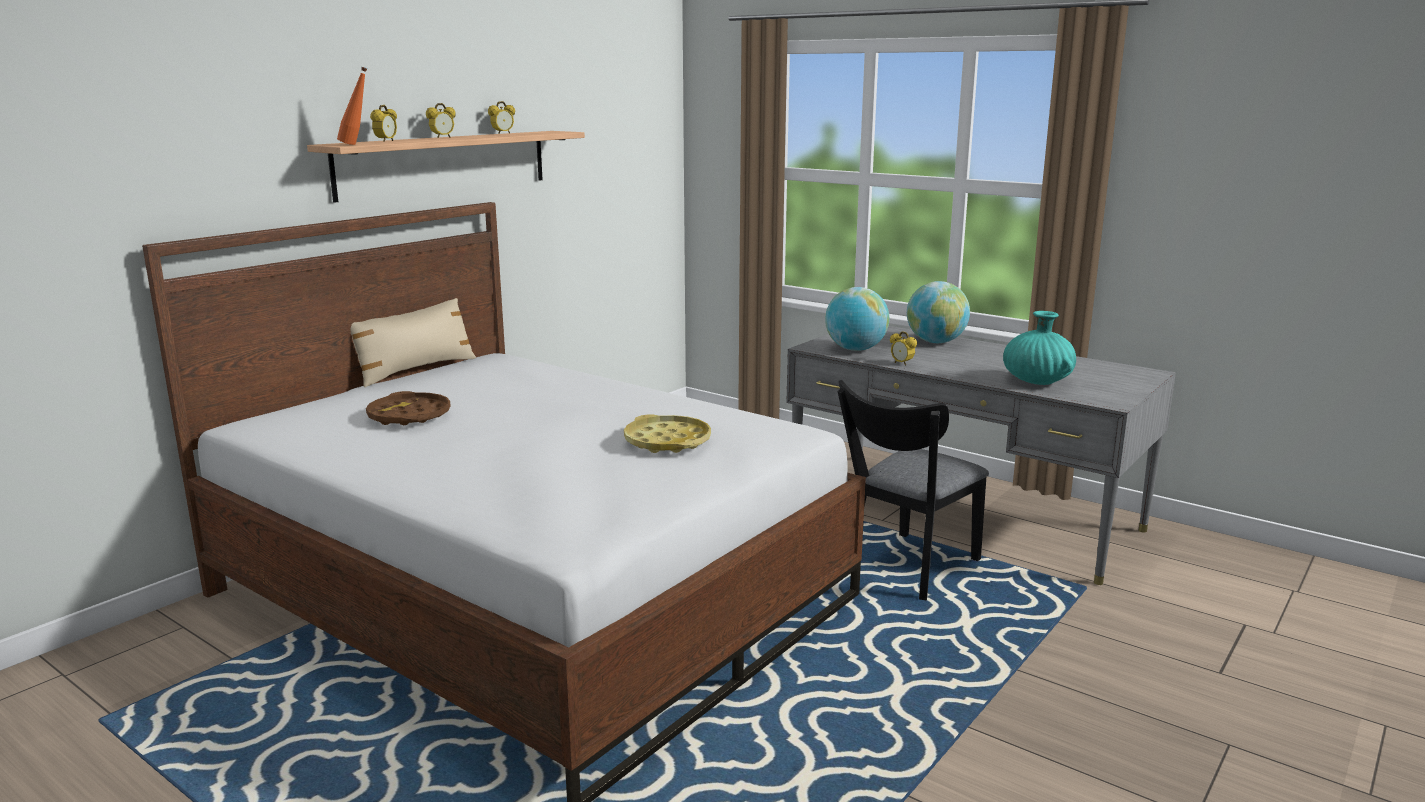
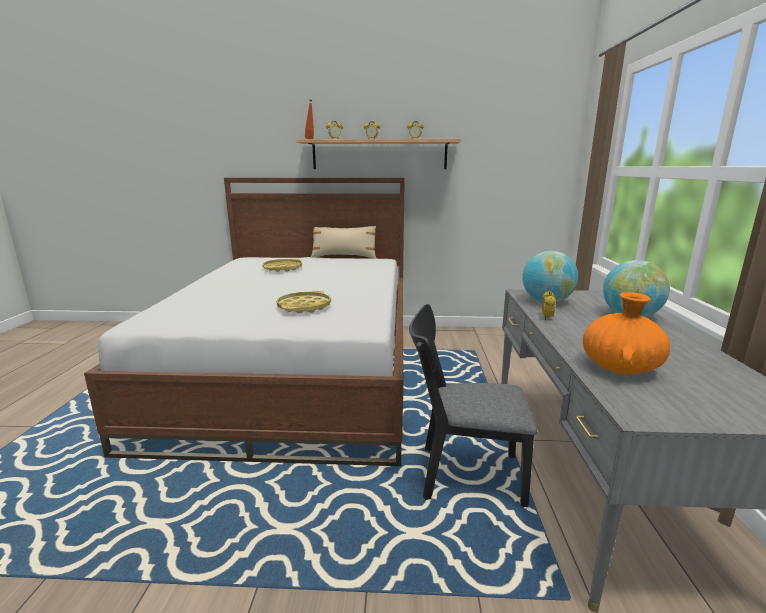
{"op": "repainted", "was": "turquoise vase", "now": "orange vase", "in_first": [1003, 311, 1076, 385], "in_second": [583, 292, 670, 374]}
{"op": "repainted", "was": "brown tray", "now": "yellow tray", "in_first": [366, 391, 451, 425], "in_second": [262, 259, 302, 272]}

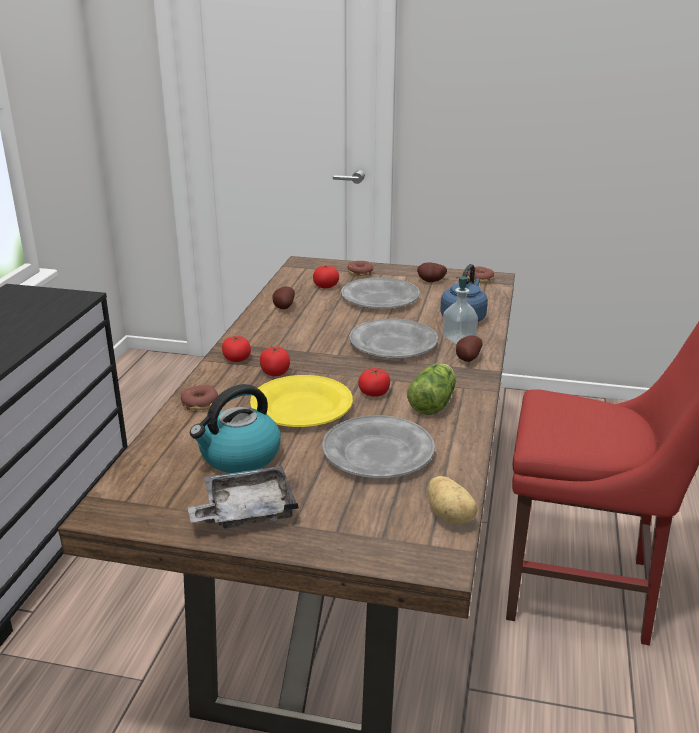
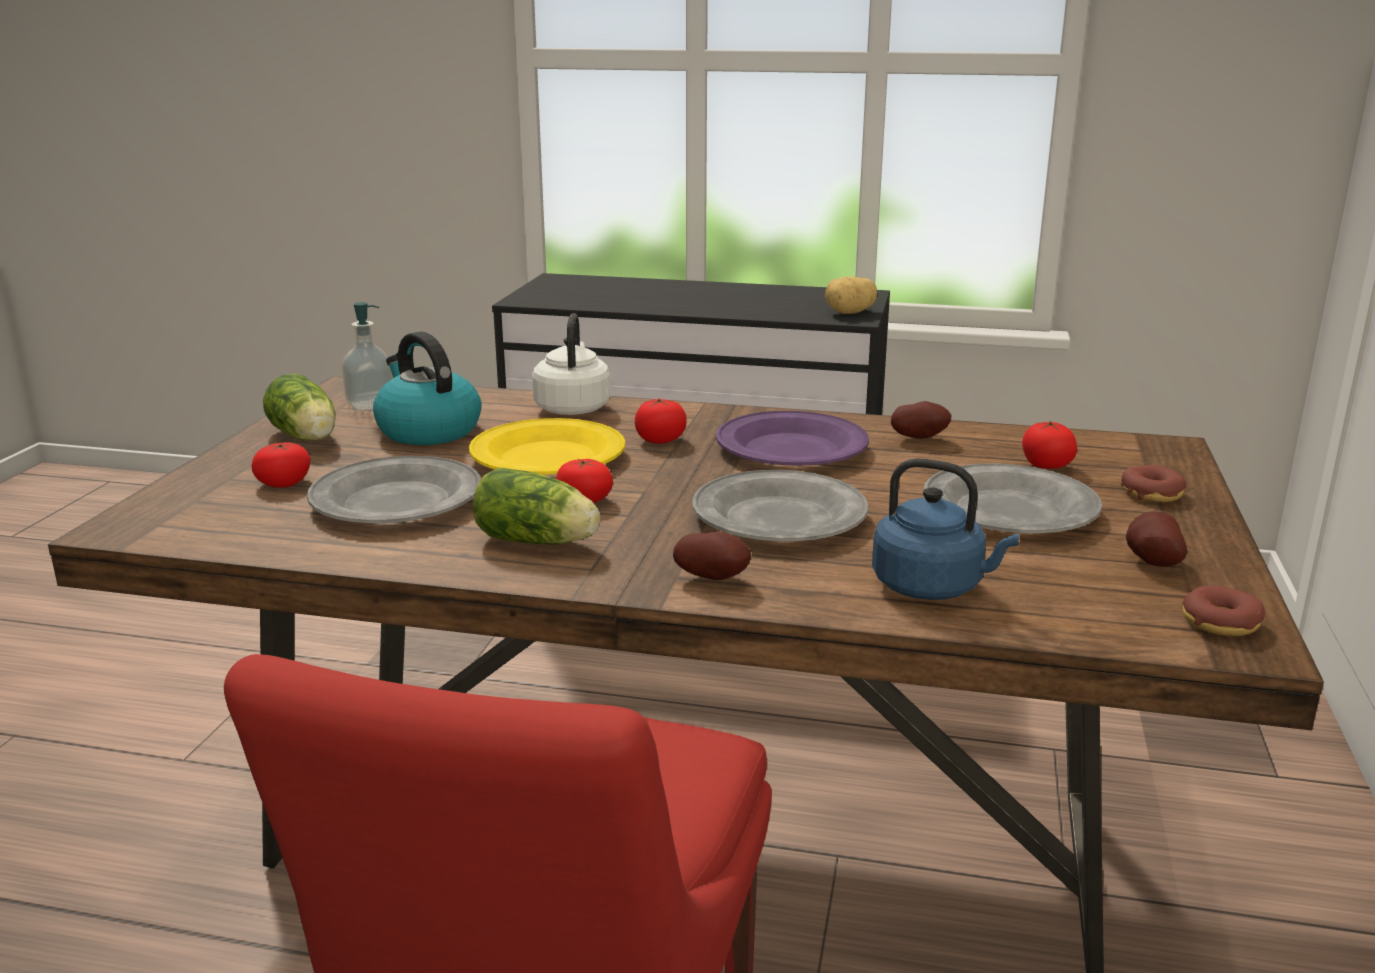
{"op": "shifted", "was": "soap dispenser", "in_first": [443, 276, 478, 345], "in_second": [342, 302, 393, 411]}
{"op": "shifted", "was": "tomato", "in_first": [222, 336, 251, 362], "in_second": [252, 442, 310, 488]}
{"op": "swapped", "was": "donut", "now": "white kettle", "in_first": [181, 385, 219, 410], "in_second": [532, 313, 610, 415]}
{"op": "swapped", "was": "grey tray", "now": "lettuce", "in_first": [188, 466, 299, 529], "in_second": [263, 374, 336, 441]}
{"op": "shifted", "was": "potato", "in_first": [428, 476, 478, 524], "in_second": [825, 276, 877, 314]}
{"op": "new", "now": "purple plate", "in_second": [716, 411, 869, 466]}

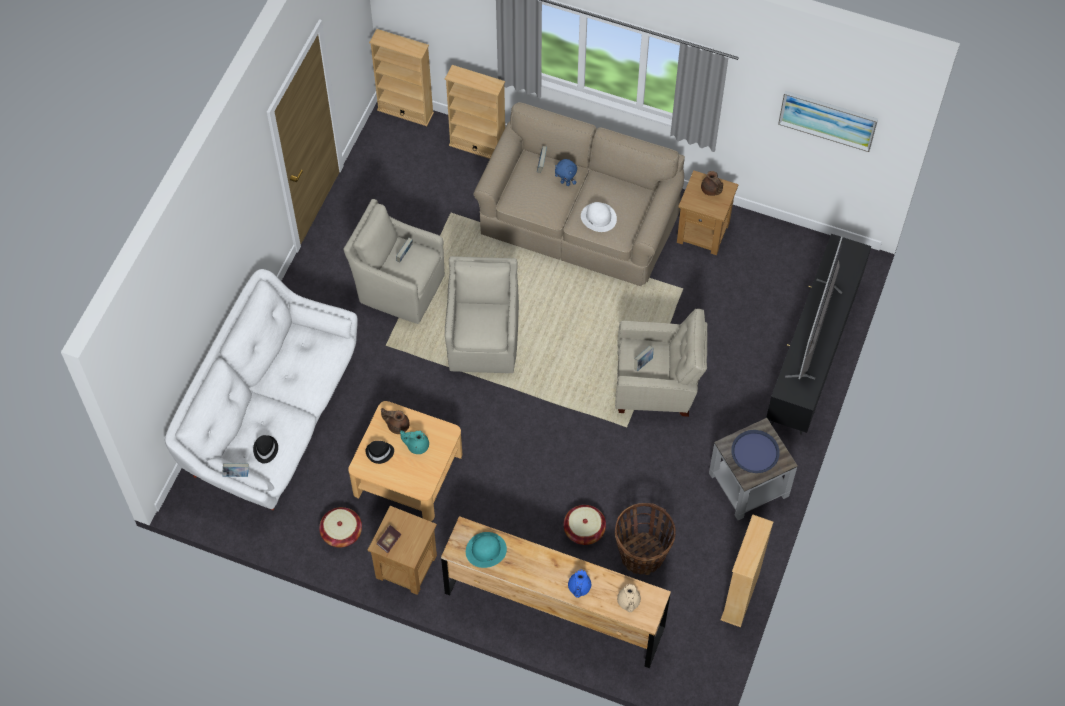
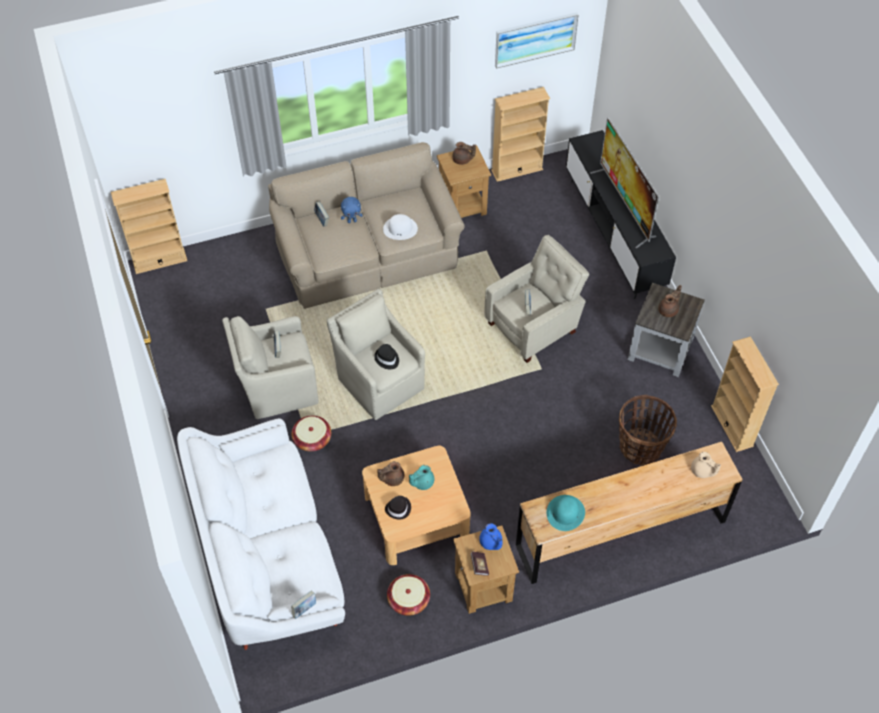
{"op": "shifted", "was": "beige bookcase", "in_first": [445, 65, 505, 159], "in_second": [491, 87, 550, 182]}
{"op": "swapped", "was": "blue tray", "now": "brown teapot", "in_first": [731, 430, 780, 473], "in_second": [658, 285, 682, 317]}
{"op": "shifted", "was": "black hat", "in_first": [253, 435, 278, 464], "in_second": [374, 344, 399, 369]}
{"op": "shifted", "was": "basket", "in_first": [564, 505, 606, 545], "in_second": [291, 416, 331, 452]}
{"op": "shifted", "was": "blue teapot", "in_first": [568, 570, 591, 598], "in_second": [479, 523, 502, 550]}

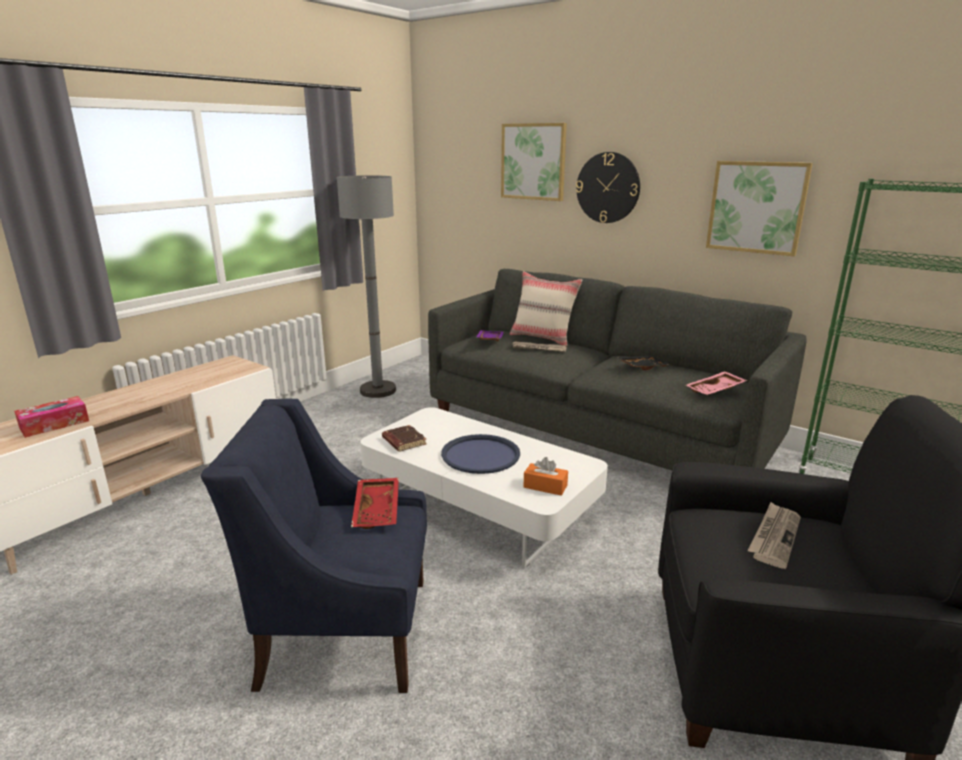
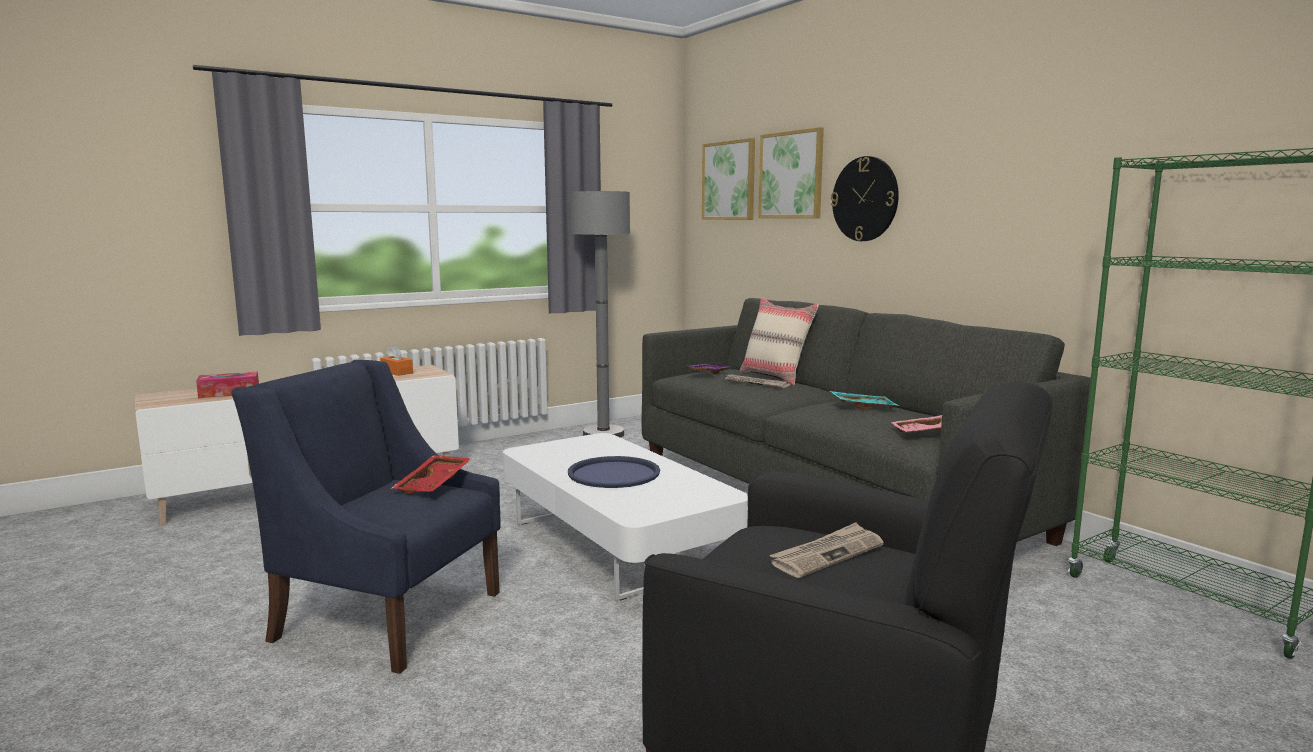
{"op": "shifted", "was": "picture", "in_first": [706, 161, 813, 256], "in_second": [702, 138, 755, 220]}
{"op": "repainted", "was": "black tray", "now": "turquoise tray", "in_first": [618, 356, 671, 370], "in_second": [830, 391, 899, 409]}
{"op": "gone", "was": "brown book", "in_first": [382, 425, 426, 452]}
{"op": "shifted", "was": "orange tissue box", "in_first": [523, 457, 568, 496], "in_second": [380, 345, 413, 376]}

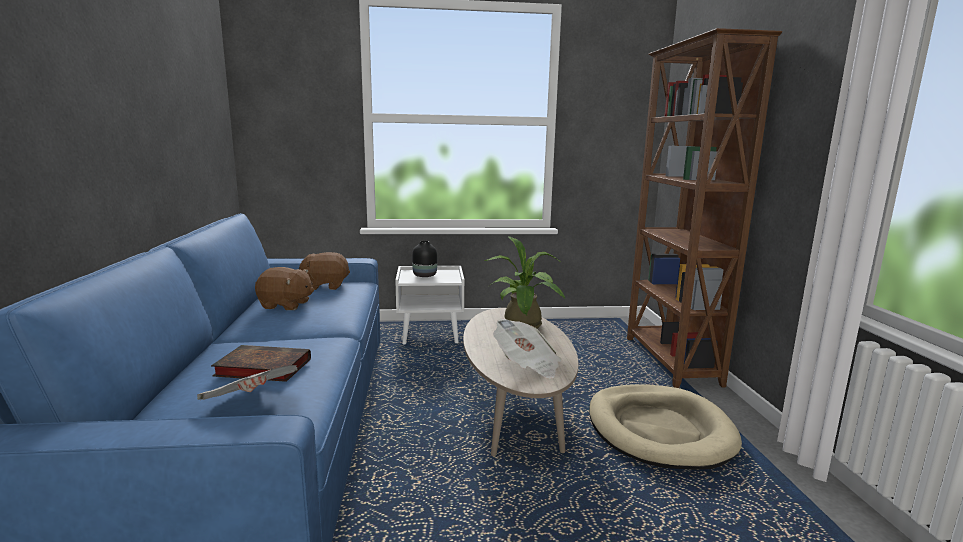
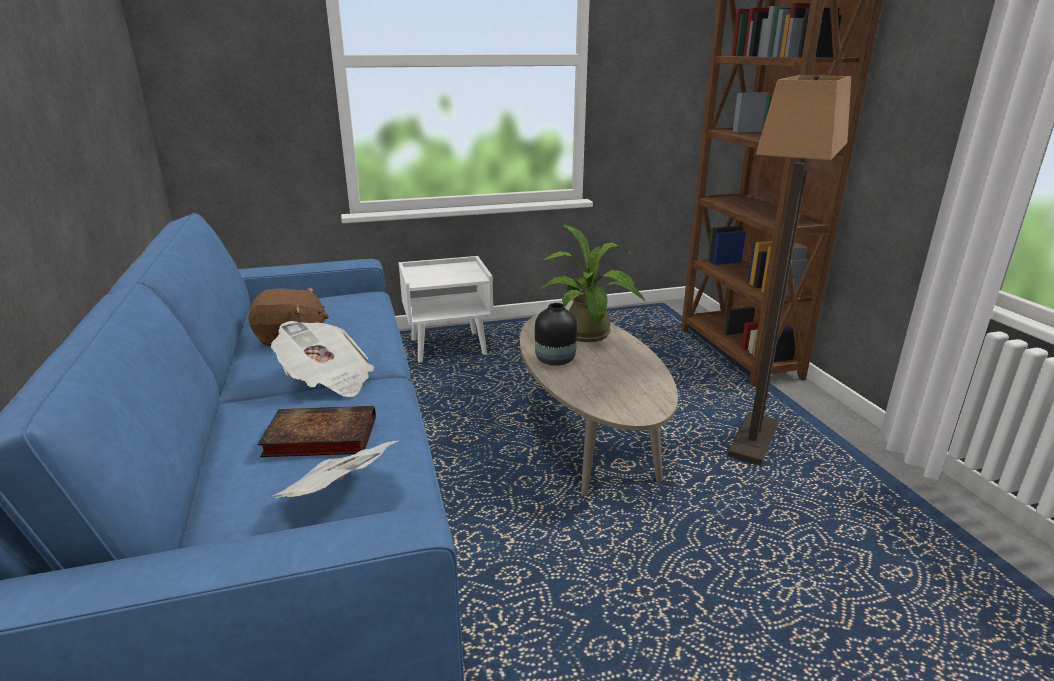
{"op": "shifted", "was": "black vase", "in_first": [412, 241, 437, 277], "in_second": [535, 303, 577, 366]}
{"op": "gone", "was": "brown plush toy", "in_first": [299, 252, 350, 290]}
{"op": "shifted", "was": "newspaper", "in_first": [493, 319, 561, 379], "in_second": [271, 321, 375, 397]}
{"op": "swapped", "was": "beige dog bed", "now": "floor lamp", "in_first": [589, 384, 742, 470], "in_second": [728, 75, 851, 466]}

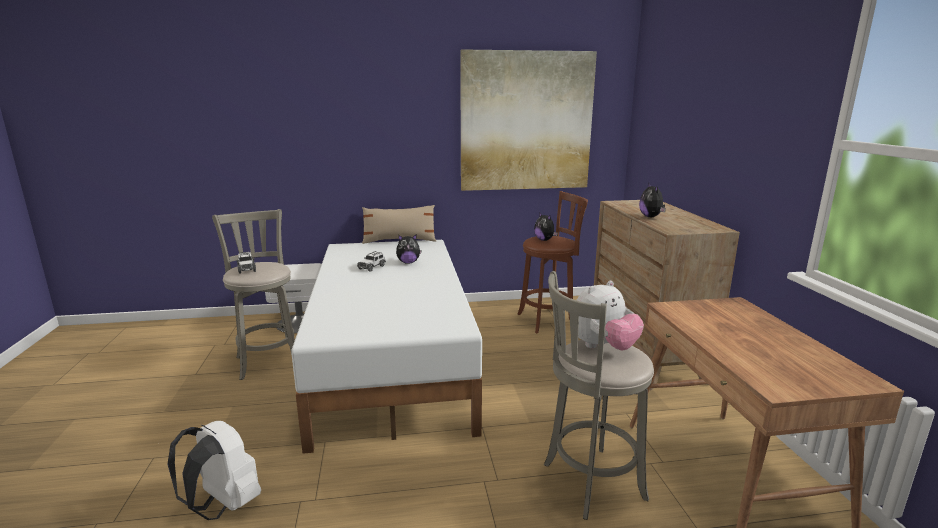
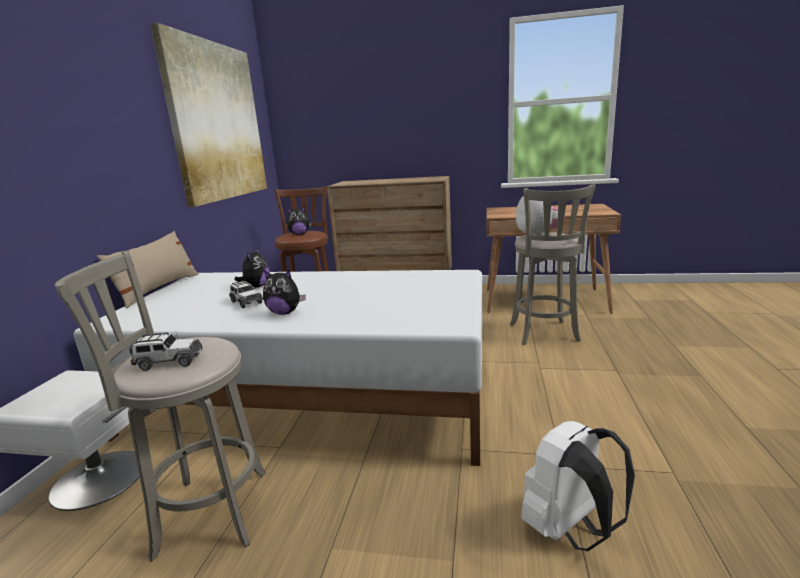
{"op": "shifted", "was": "plush toy", "in_first": [639, 183, 666, 217], "in_second": [263, 270, 306, 315]}

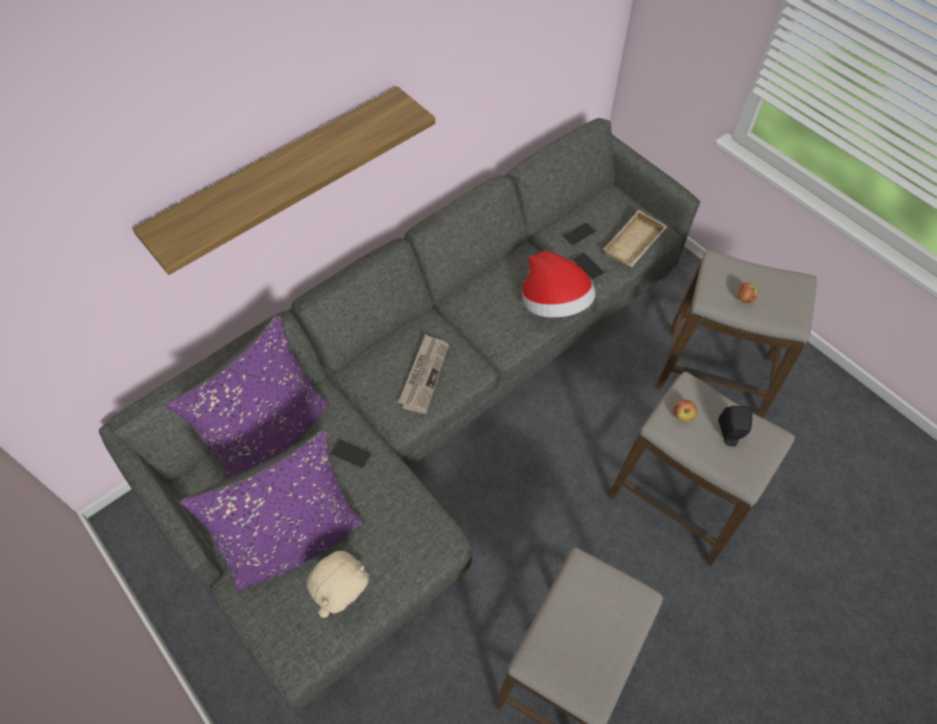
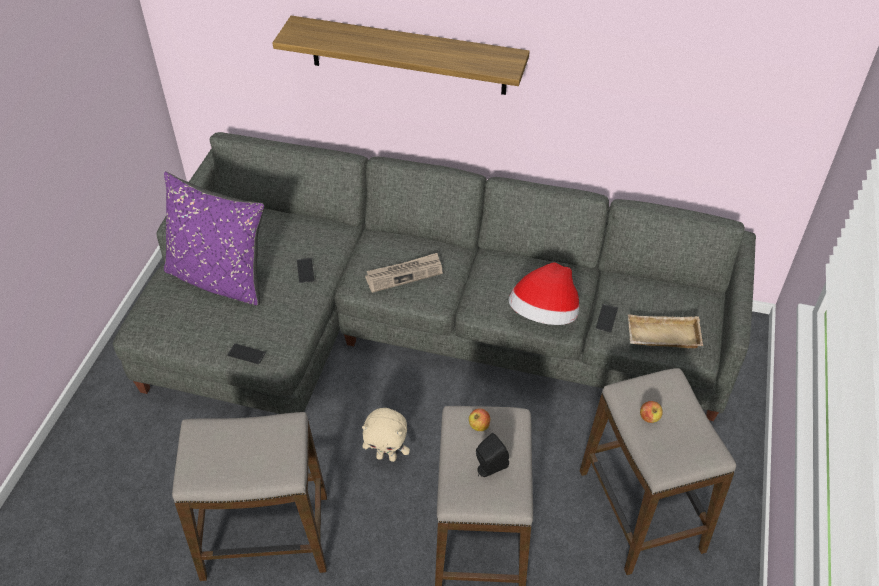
{"op": "shifted", "was": "phone", "in_first": [563, 222, 597, 246], "in_second": [227, 343, 266, 364]}
{"op": "gone", "was": "purple pillow", "in_first": [166, 315, 329, 479]}
{"op": "shifted", "was": "beige plush toy", "in_first": [307, 551, 369, 618], "in_second": [362, 408, 410, 462]}

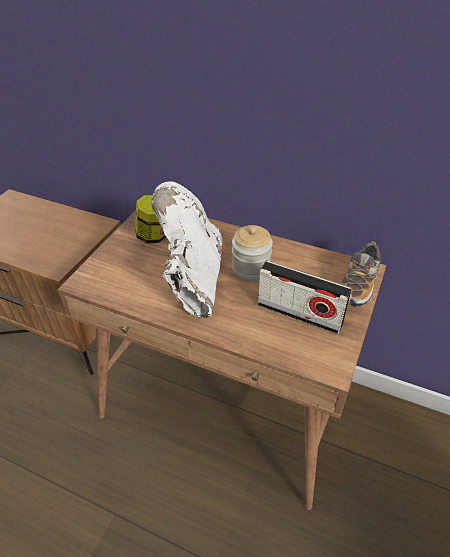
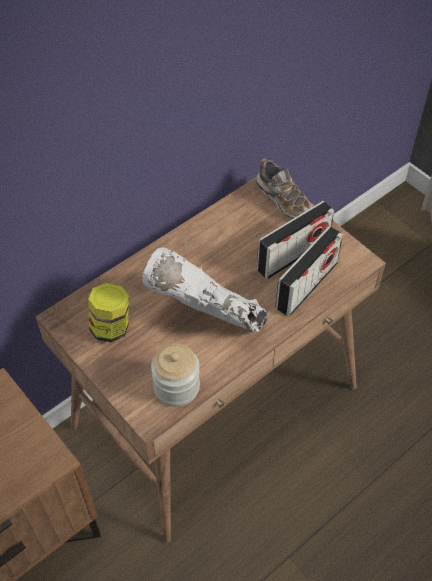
{"op": "shifted", "was": "jar", "in_first": [232, 225, 273, 282], "in_second": [151, 343, 200, 407]}
{"op": "new", "now": "radio", "in_second": [275, 226, 343, 317]}

